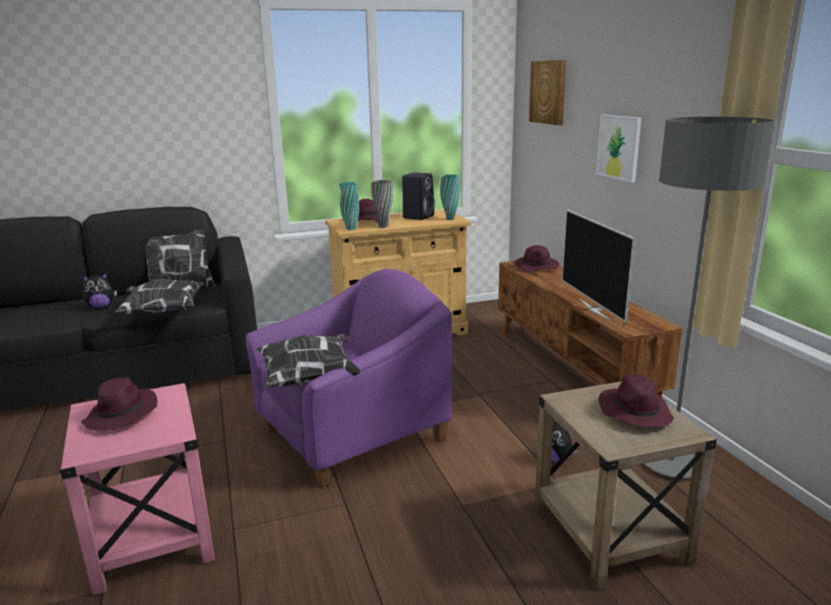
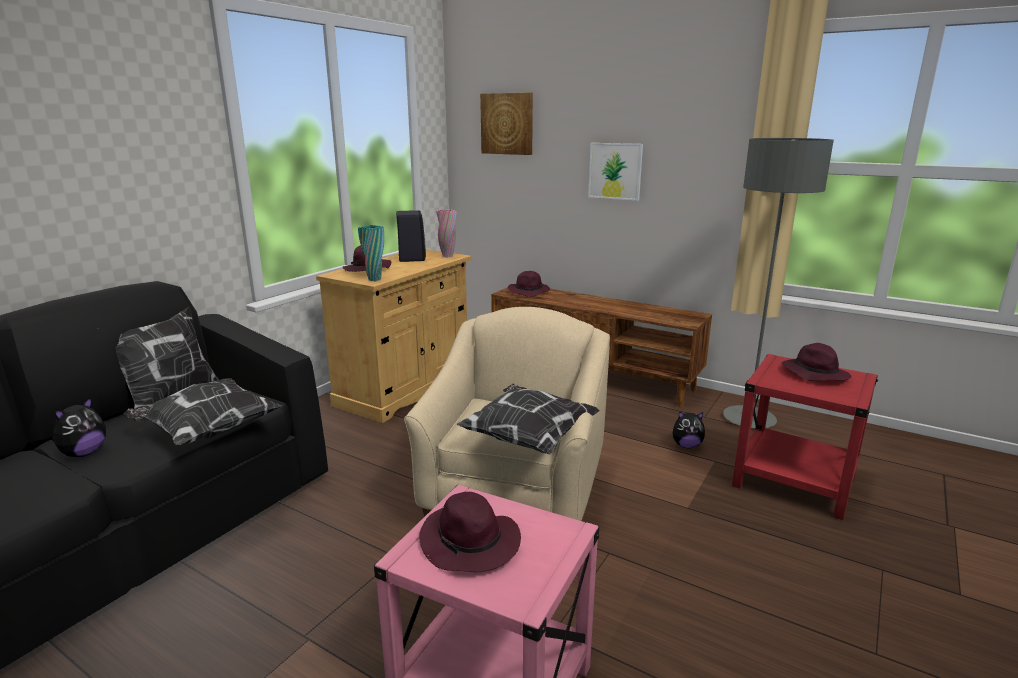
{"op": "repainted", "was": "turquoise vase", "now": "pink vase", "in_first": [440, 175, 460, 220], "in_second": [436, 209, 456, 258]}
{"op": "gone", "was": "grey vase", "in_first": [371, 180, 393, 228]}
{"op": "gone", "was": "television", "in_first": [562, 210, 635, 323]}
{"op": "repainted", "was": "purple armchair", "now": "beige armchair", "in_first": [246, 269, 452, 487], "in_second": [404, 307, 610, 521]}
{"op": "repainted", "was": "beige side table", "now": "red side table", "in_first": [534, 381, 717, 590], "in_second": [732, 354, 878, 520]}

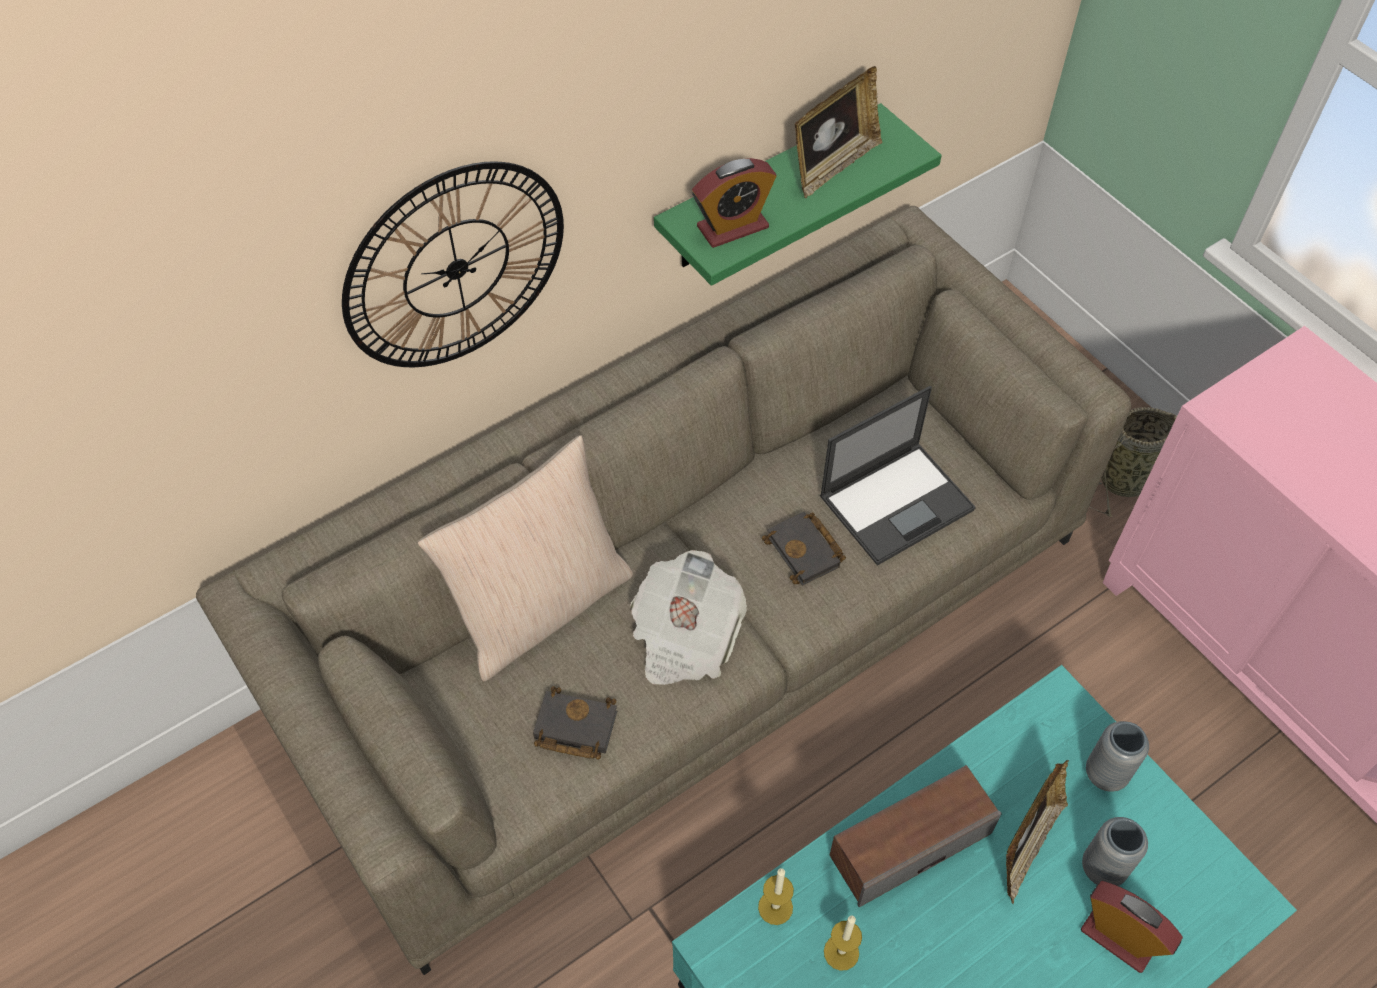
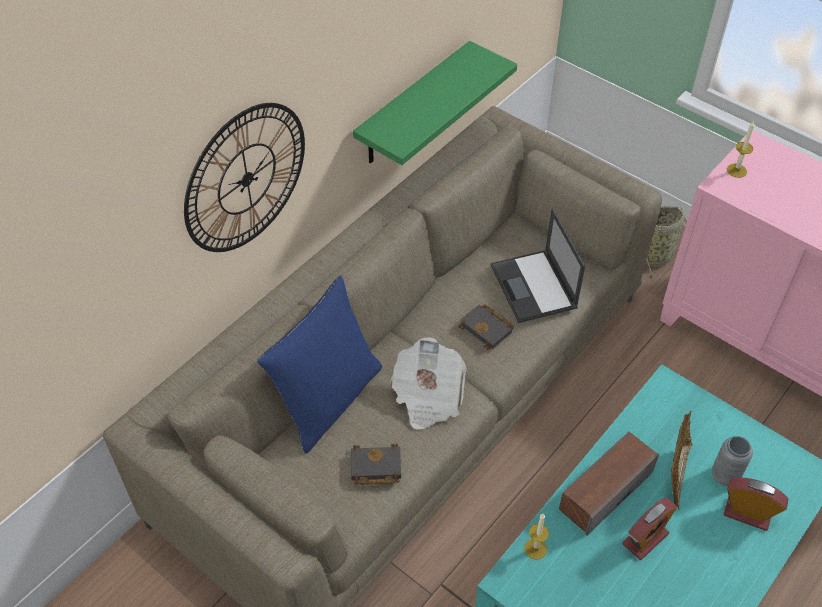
{"op": "gone", "was": "picture frame", "in_first": [795, 66, 882, 198]}
{"op": "shifted", "was": "alarm clock", "in_first": [692, 158, 777, 248], "in_second": [622, 497, 677, 560]}
{"op": "rotated", "was": "laptop", "in_first": [820, 386, 976, 566], "in_second": [491, 208, 585, 323], "clockwise": 120}
{"op": "repainted", "was": "beige pillow", "now": "blue pillow", "in_first": [417, 435, 633, 682], "in_second": [257, 275, 382, 454]}
{"op": "gone", "was": "grey vase", "in_first": [1086, 721, 1149, 792]}
{"op": "shifted", "was": "candle", "in_first": [824, 916, 862, 971], "in_second": [727, 121, 754, 178]}

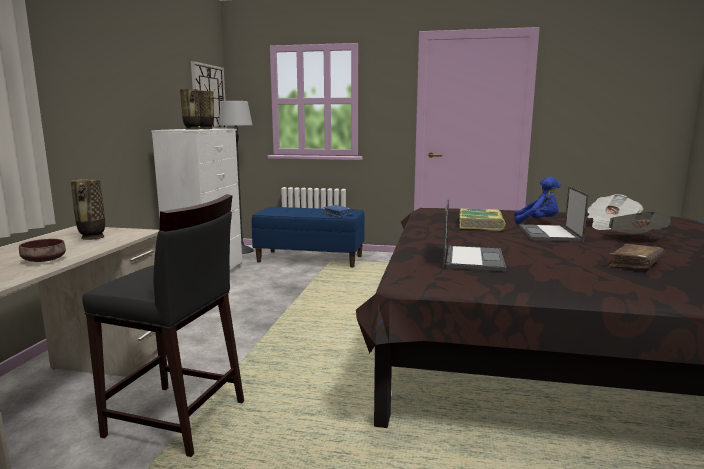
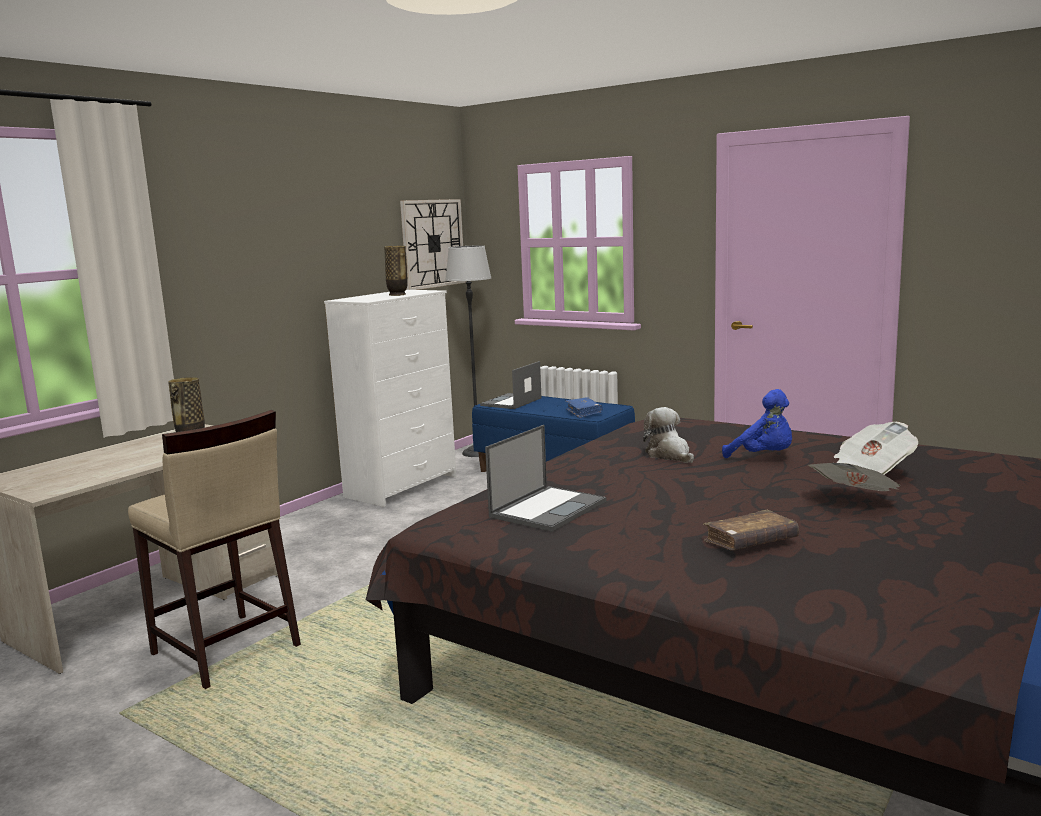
{"op": "gone", "was": "vase", "in_first": [180, 89, 201, 129]}
{"op": "shifted", "was": "laptop", "in_first": [519, 186, 589, 242], "in_second": [480, 361, 541, 409]}
{"op": "repainted", "was": "black stool", "now": "beige stool", "in_first": [82, 194, 244, 457], "in_second": [128, 410, 301, 689]}
{"op": "swapped", "was": "book", "now": "plush toy", "in_first": [459, 209, 506, 231], "in_second": [643, 407, 694, 463]}
{"op": "gone", "was": "brown bowl", "in_first": [19, 239, 66, 262]}

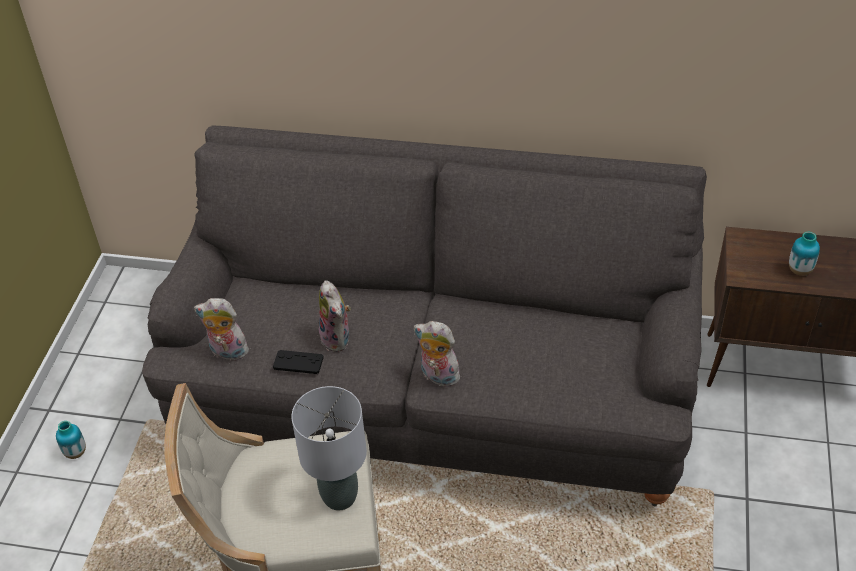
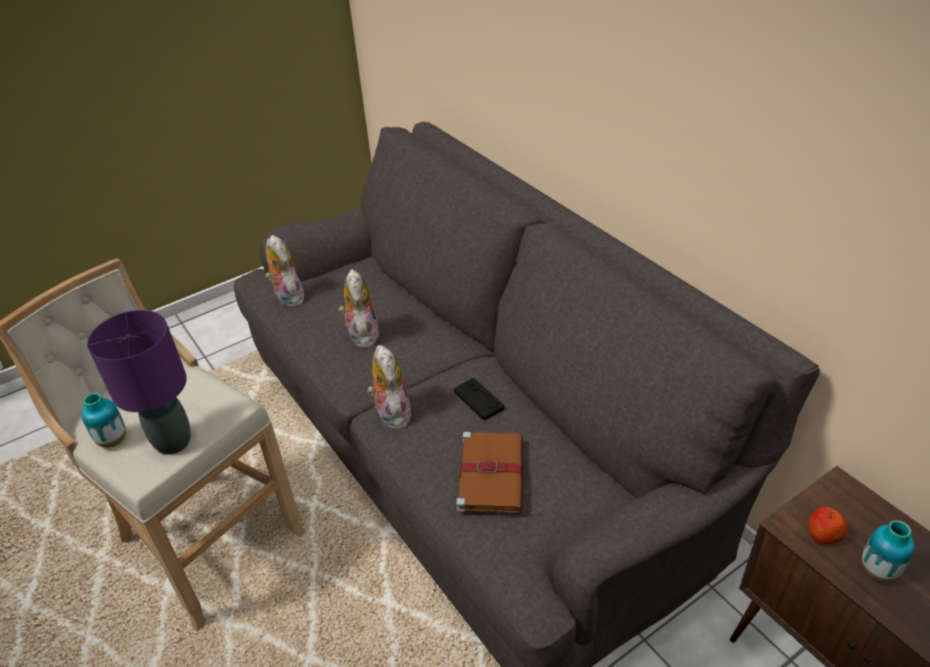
{"op": "rotated", "was": "plush toy", "in_first": [319, 280, 351, 352], "in_second": [338, 269, 380, 348], "clockwise": 150}
{"op": "shifted", "was": "black game controller", "in_first": [273, 350, 324, 374], "in_second": [454, 378, 504, 420]}
{"op": "repainted", "was": "grey table lamp", "now": "purple table lamp", "in_first": [291, 386, 367, 510], "in_second": [87, 310, 191, 455]}
{"op": "shifted", "was": "vase", "in_first": [56, 421, 86, 459], "in_second": [82, 393, 126, 448]}
{"op": "new", "now": "brown book", "in_second": [456, 432, 523, 513]}
{"op": "new", "now": "apple", "in_second": [808, 507, 847, 544]}

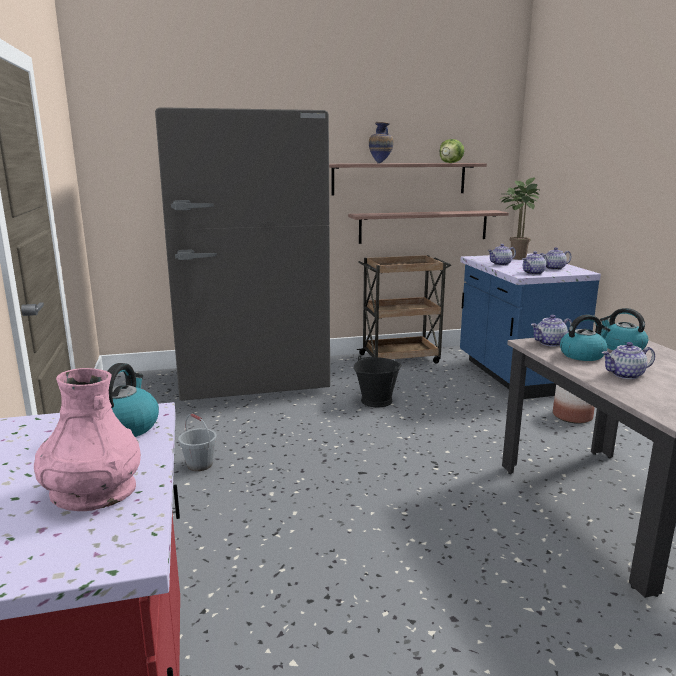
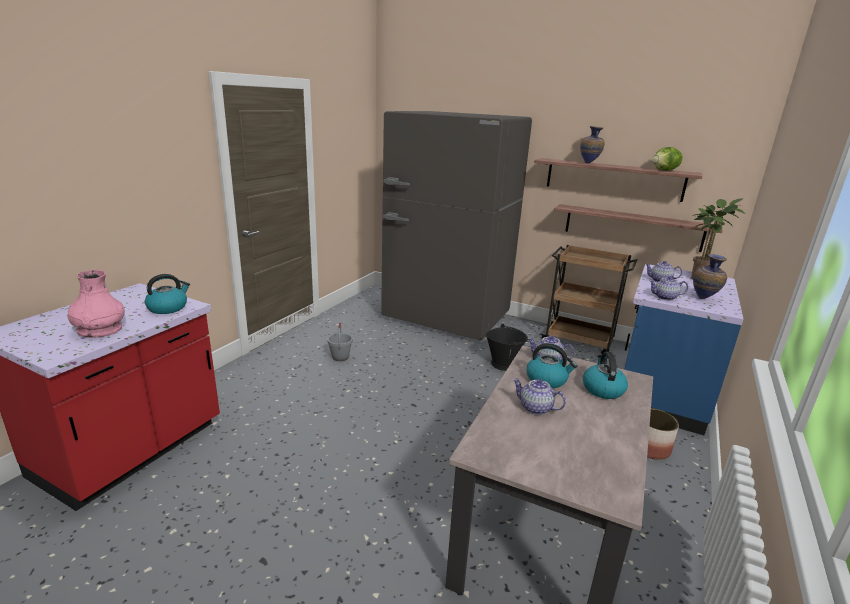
{"op": "swapped", "was": "teapot", "now": "vase", "in_first": [540, 247, 571, 270], "in_second": [693, 254, 727, 299]}

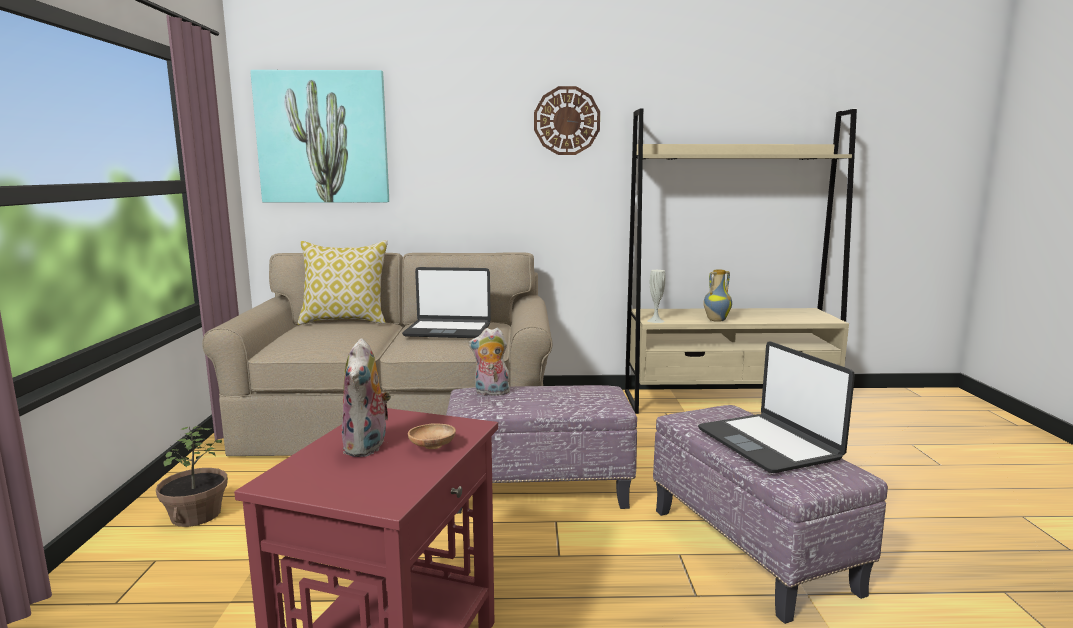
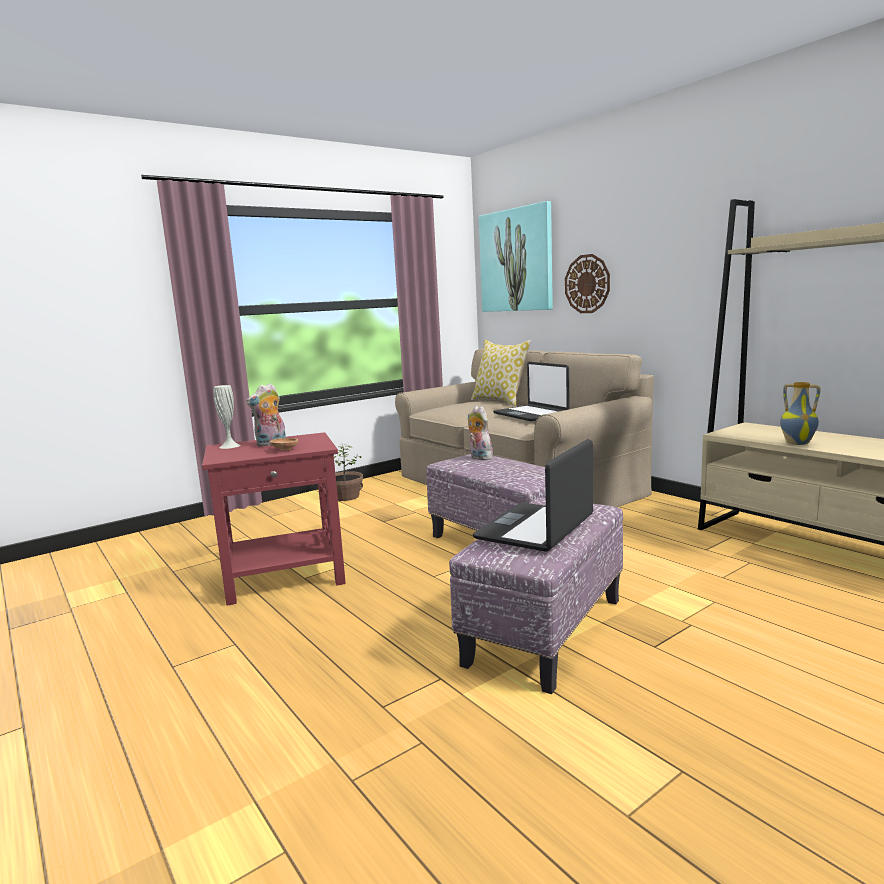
{"op": "shifted", "was": "wall clock", "in_first": [534, 86, 600, 155], "in_second": [565, 254, 610, 313]}
{"op": "shifted", "was": "white vase", "in_first": [647, 270, 665, 323], "in_second": [214, 385, 240, 449]}

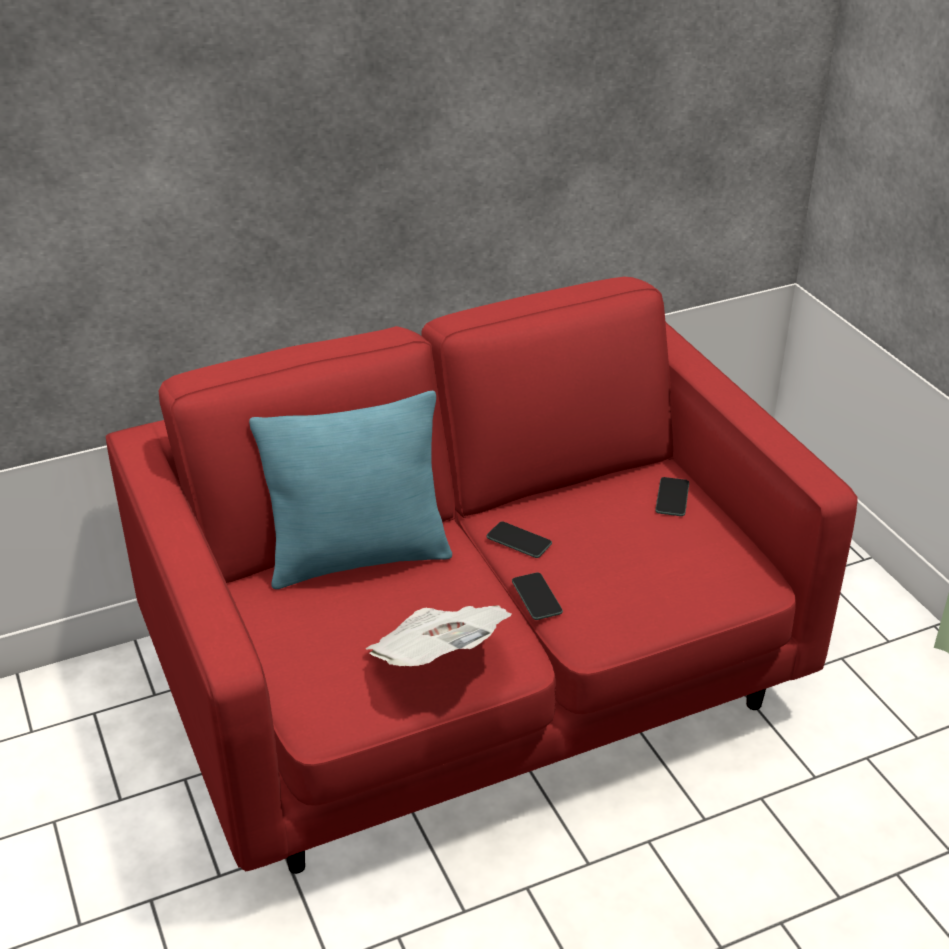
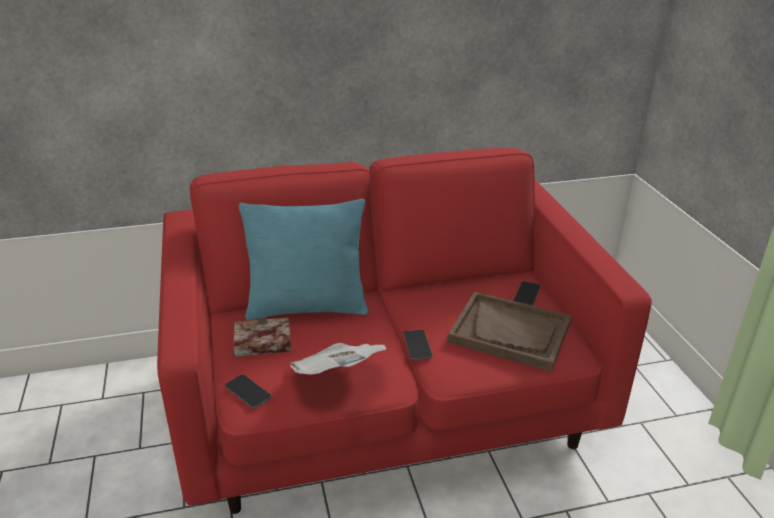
{"op": "shifted", "was": "phone", "in_first": [486, 521, 552, 558], "in_second": [225, 375, 272, 408]}
{"op": "new", "now": "brown tray", "in_second": [447, 292, 572, 371]}
{"op": "new", "now": "book", "in_second": [233, 317, 292, 357]}

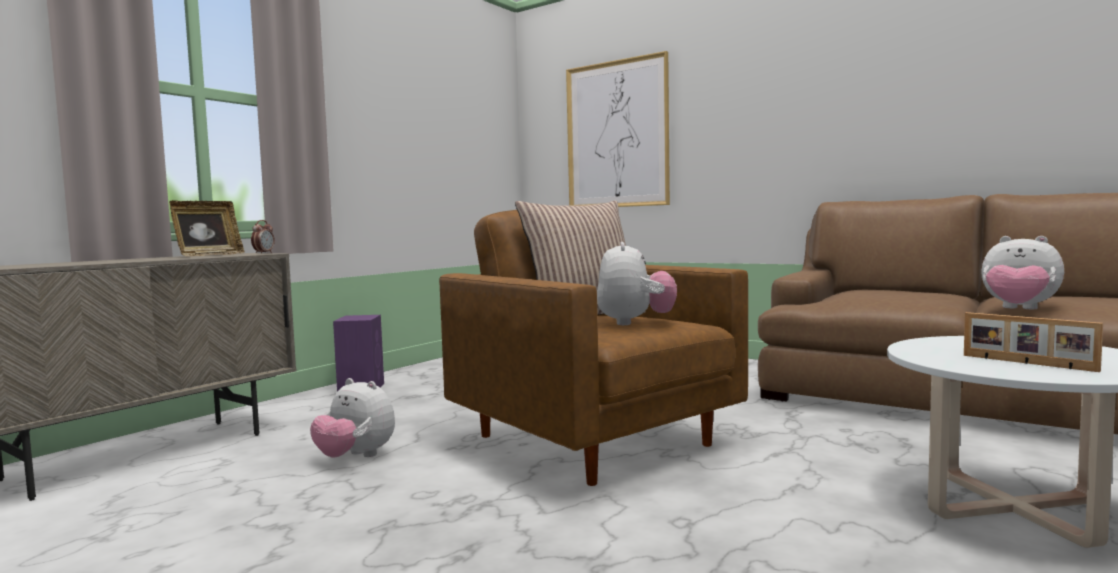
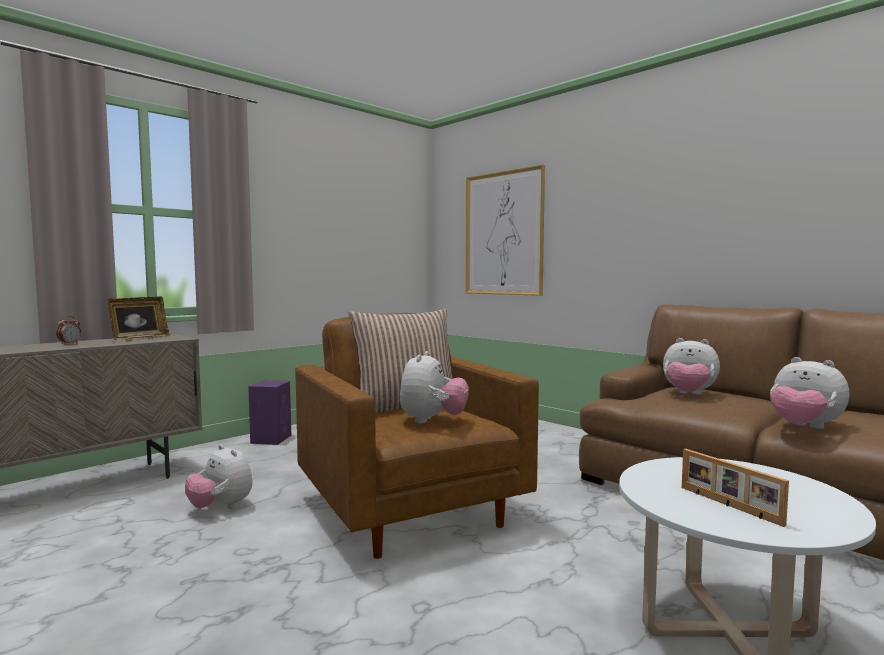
{"op": "shifted", "was": "alarm clock", "in_first": [251, 220, 275, 253], "in_second": [56, 316, 81, 345]}
{"op": "new", "now": "plush toy", "in_second": [663, 338, 720, 395]}

